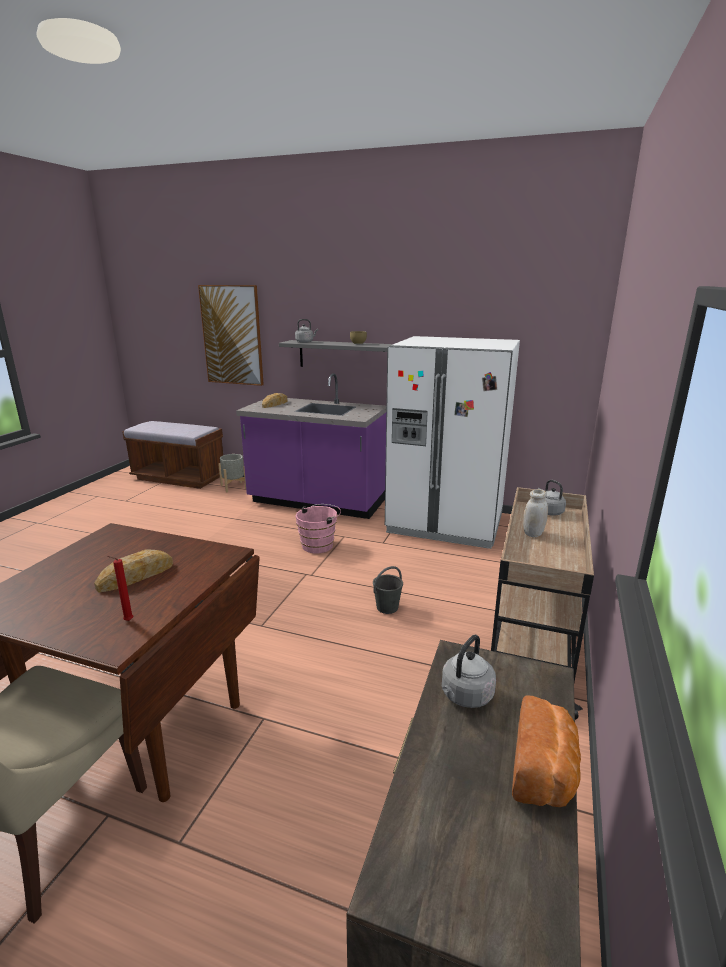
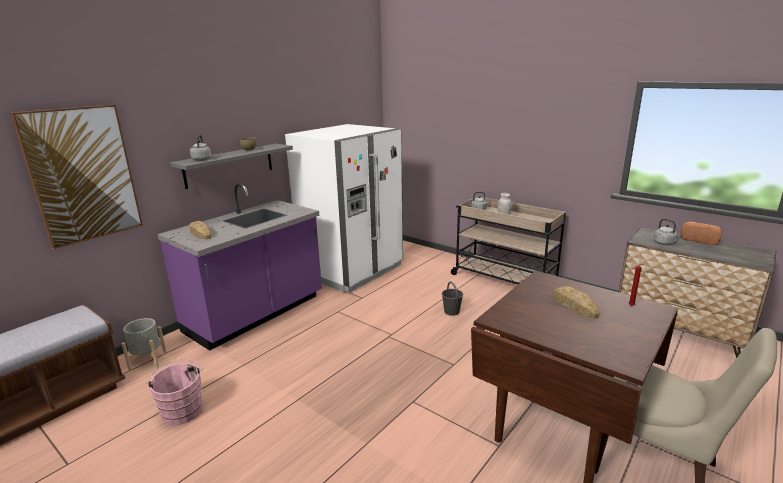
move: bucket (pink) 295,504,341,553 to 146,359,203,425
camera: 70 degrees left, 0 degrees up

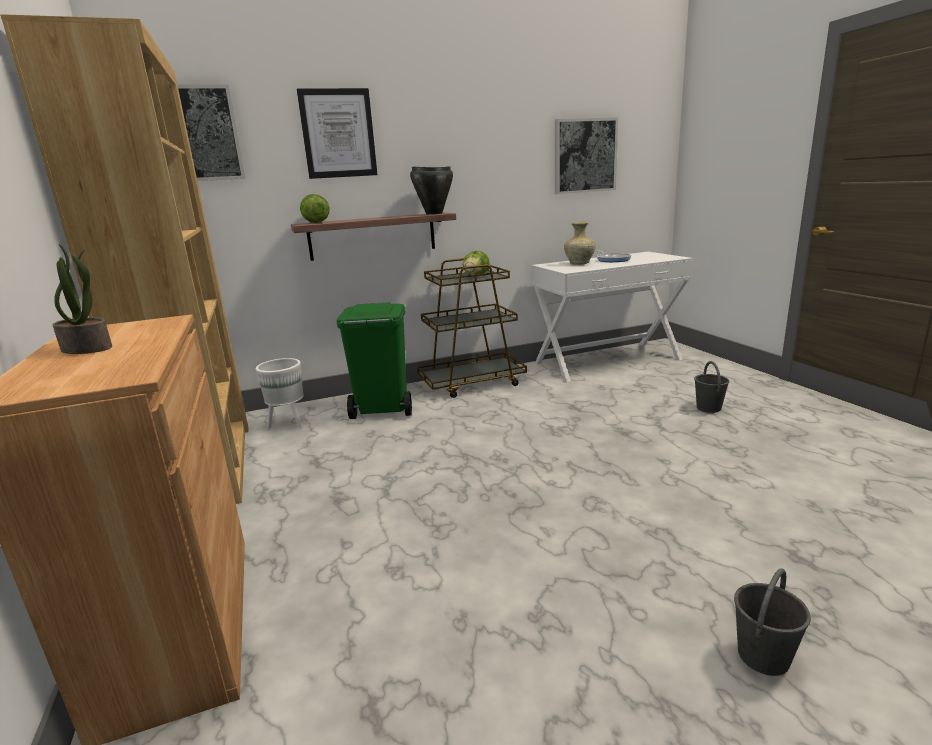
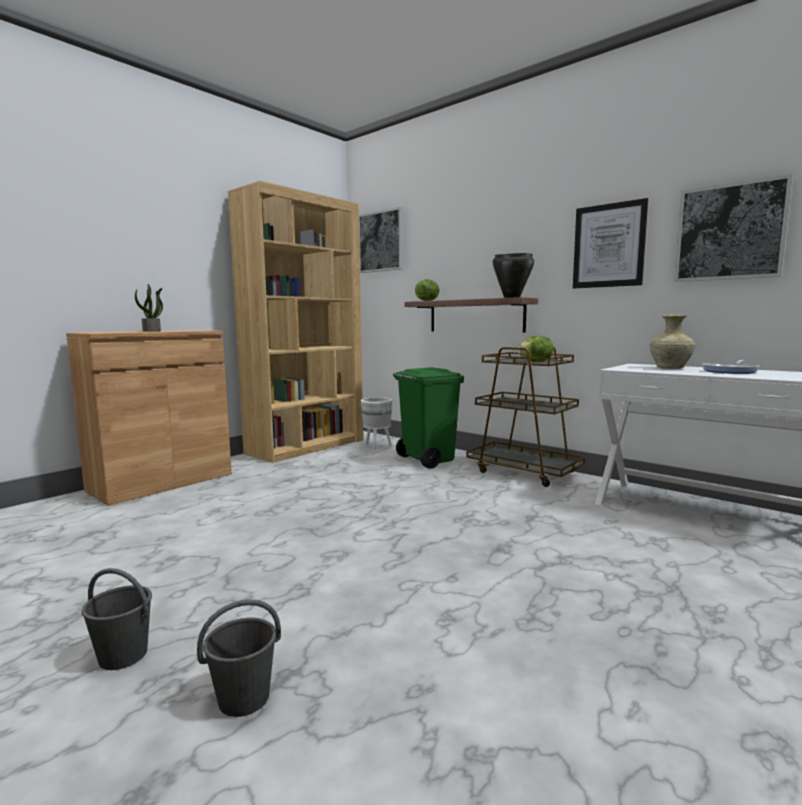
move: picture 297,88,378,179 to 573,198,648,288; bucket (grey) 694,361,729,413 to 197,599,281,717
camera: 60 degrees right, 10 degrees down

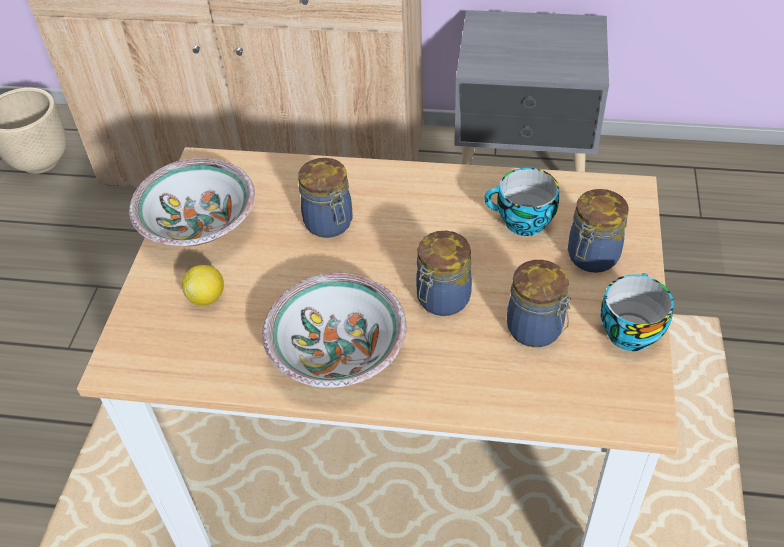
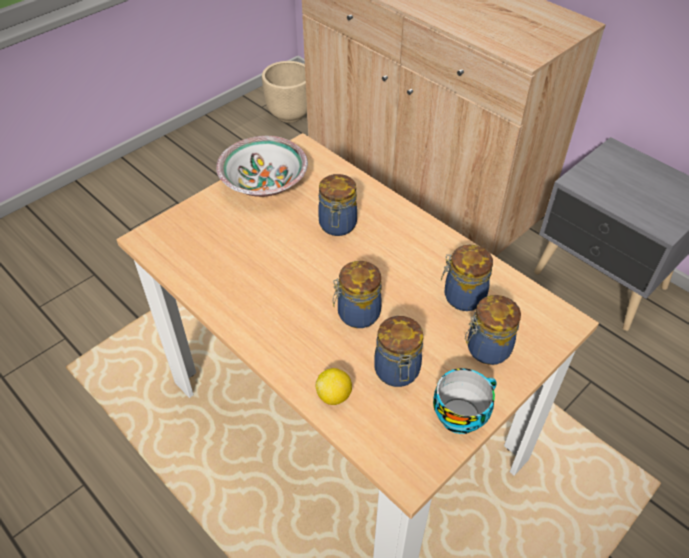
delete: bowl 262,272,407,388
move: lemon 182,265,224,306 to 315,368,352,405
replace: cup 484,168,559,236 to jar 441,245,493,311
camera: 35 degrees right, 0 degrees up

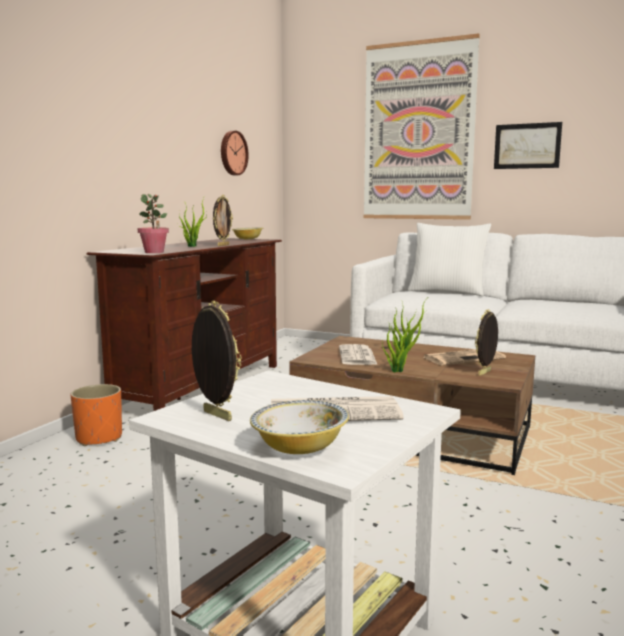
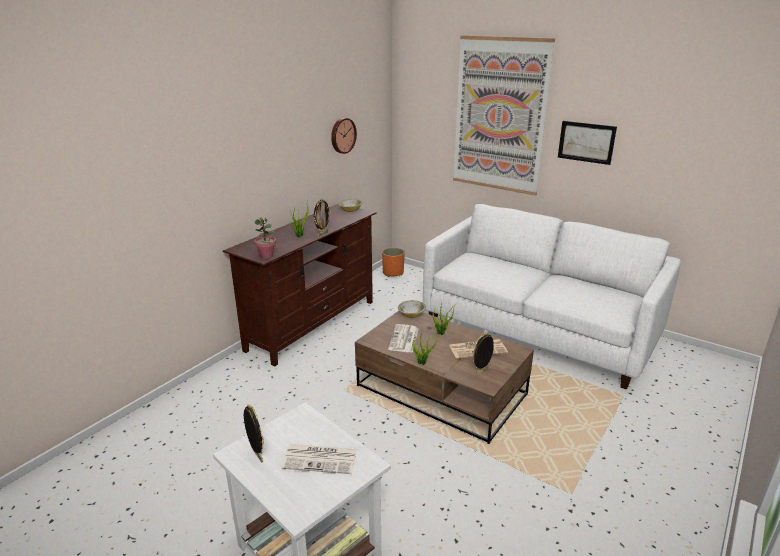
delete: pillow (white) 408,223,491,296
move: planter (orange) 70,384,122,446 to 382,247,405,277; bowl 250,400,349,454 to 398,300,426,318
camera: 10 degrees right, 15 degrees up

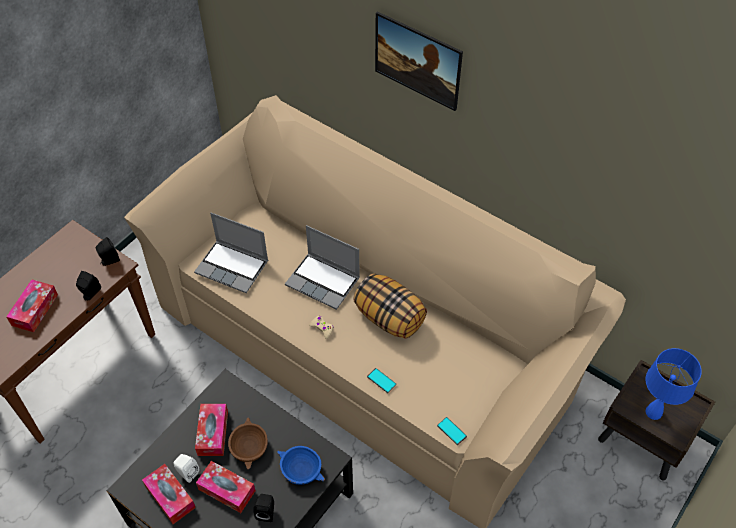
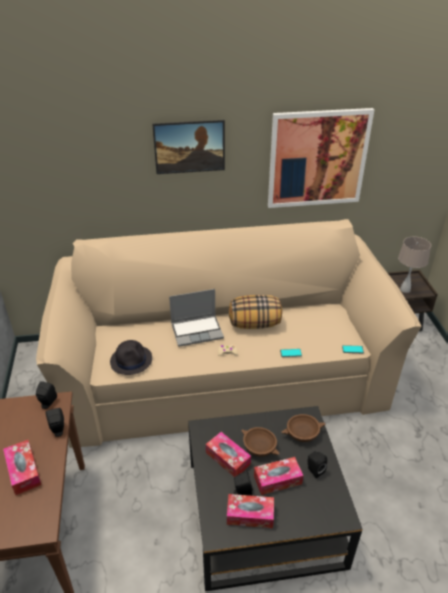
insert: picture 268,108,374,208
replace: laptop 194,213,268,293 to hat (black) 110,340,152,375
recolor: speaker (white) 174,454,199,483 to speaker (black) 233,471,253,496; bowl (blue) 277,446,325,485 to bowl (brown) 281,414,326,442; table lamp (blue) 645,348,702,420 to table lamp (beige) 398,237,431,293
camera: 45 degrees left, 15 degrees down

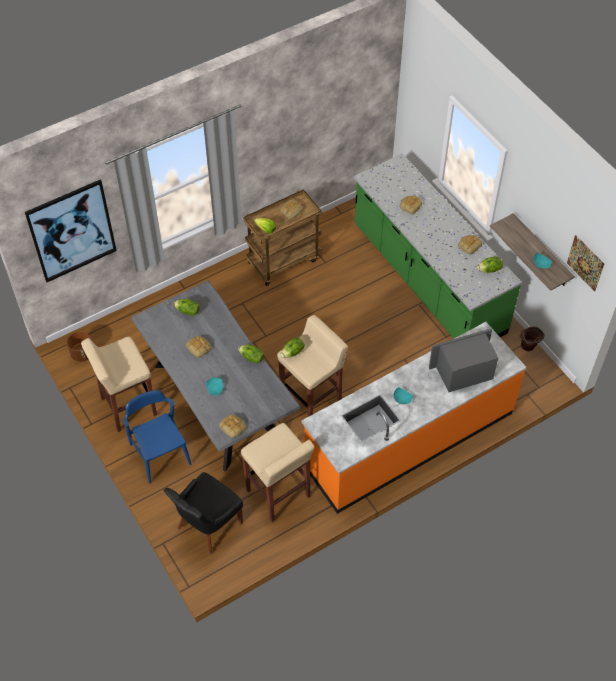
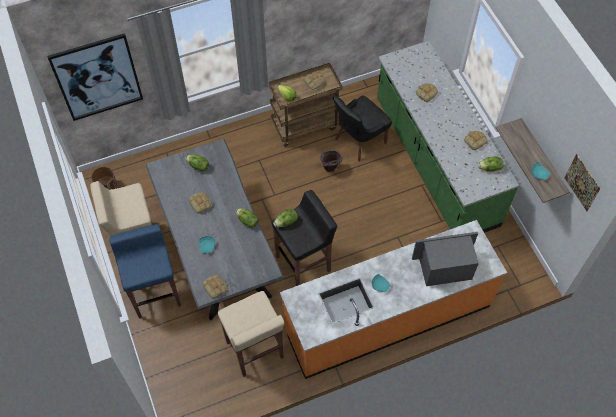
move: chair (black) 163,472,243,554 to 333,96,392,161; bucket (brown) 520,326,545,351 to 320,150,343,172
replace: chair (blue) 123,390,191,483 to stool (blue) 109,224,181,319
recolor: stool (beige) 277,315,348,417 to stool (black) 272,190,337,286
camera: 10 degrees right, 5 degrees up

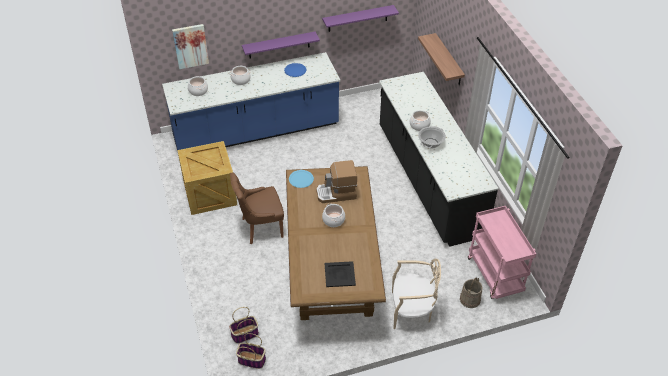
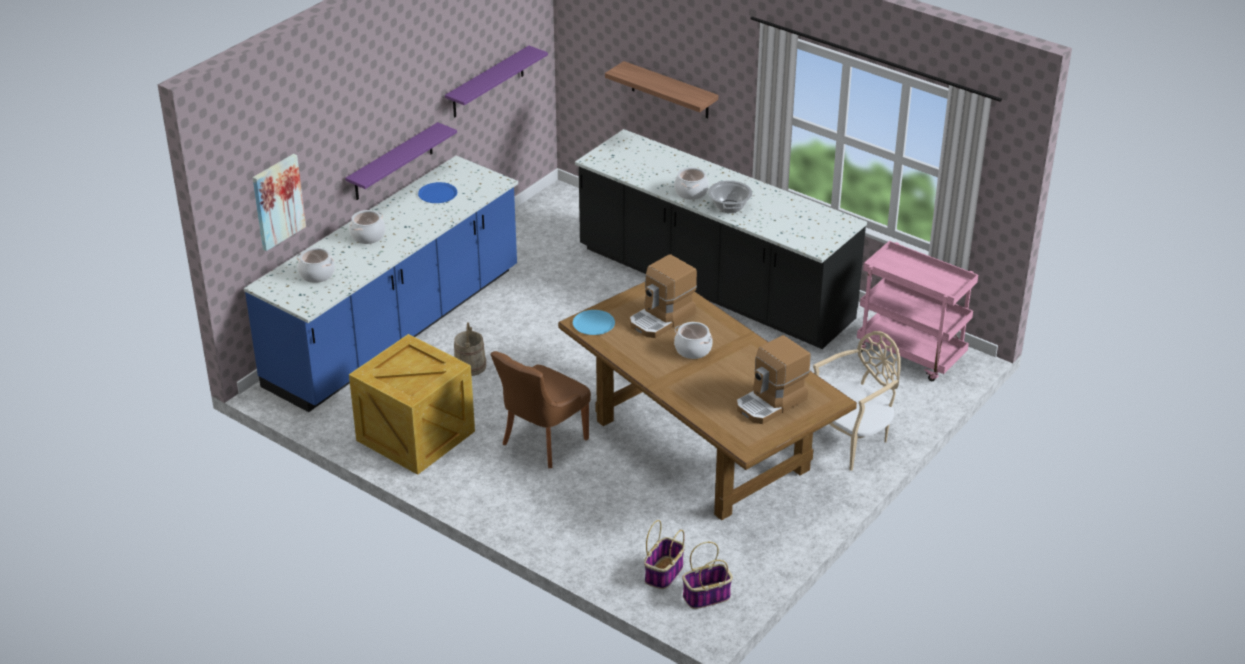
move: bucket (beige) 460,277,482,308 to 454,322,486,376
replace: tray (black) 324,261,356,287 to coffee machine 736,335,811,424
camera: 35 degrees left, 10 degrees down

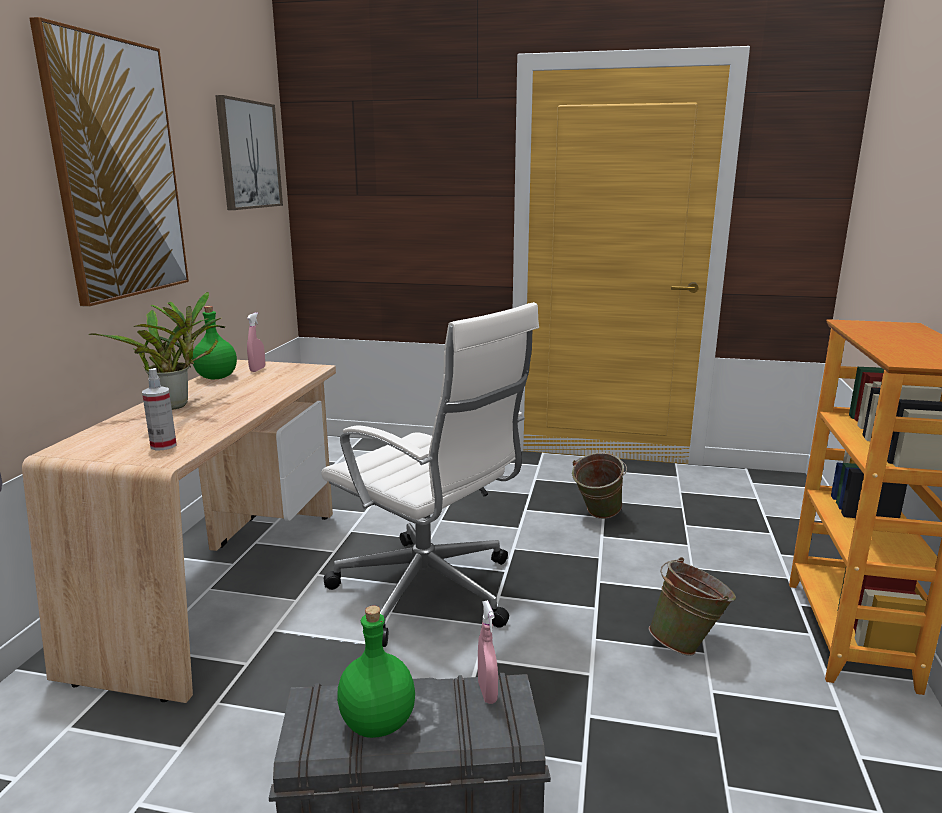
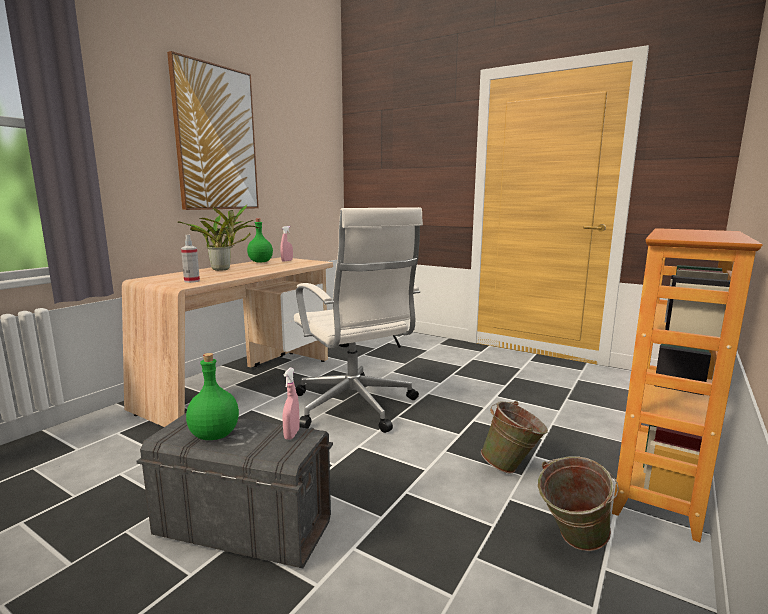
delete: picture 215,95,283,210
move: bucket (green) 572,453,627,519 to 538,456,619,551
camera: 20 degrees right, 5 degrees down

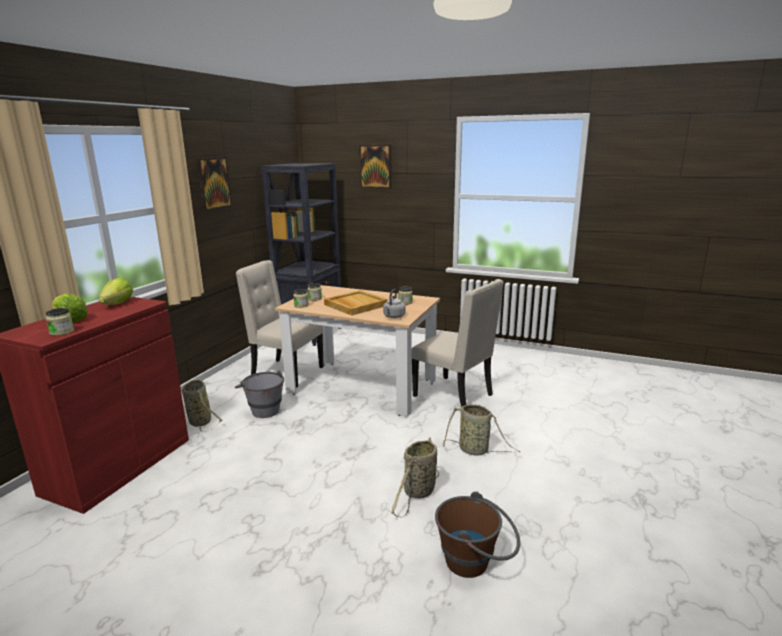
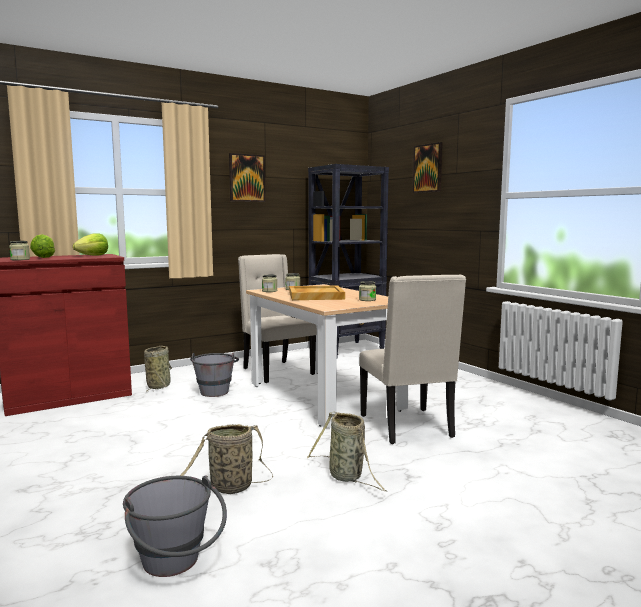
delete: kettle (grey) 383,289,406,318
recolor: bucket (brown) 435,491,520,578 to bucket (grey) 123,476,227,577
camera: 35 degrees right, 10 degrees down

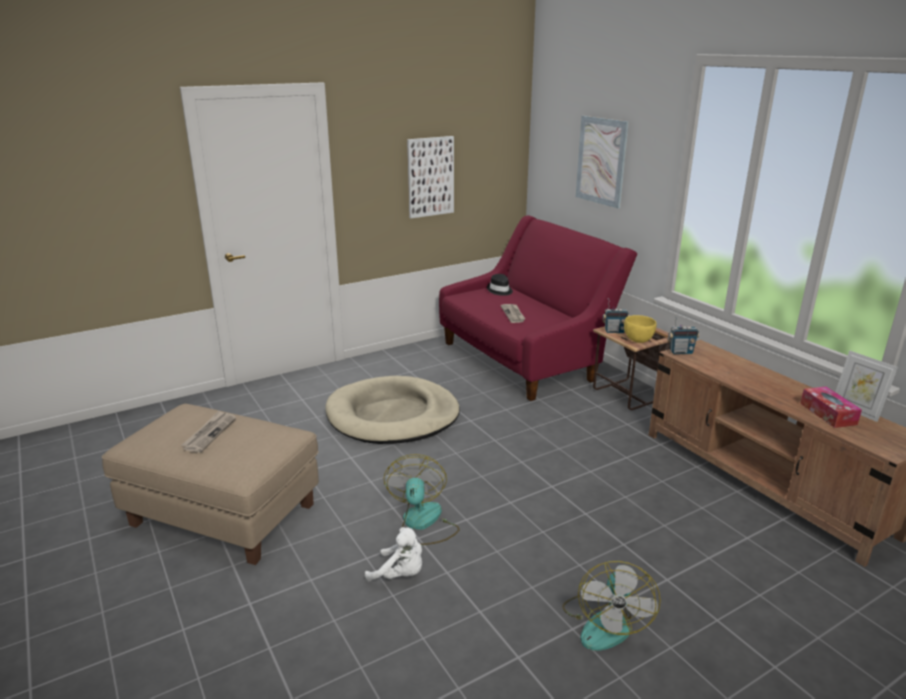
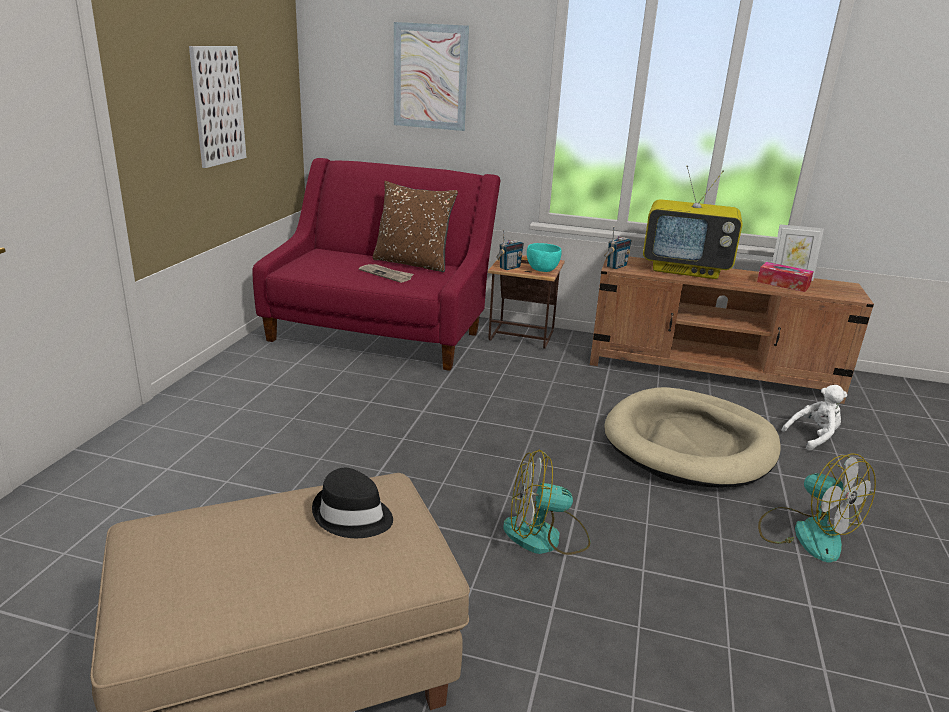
delete: newspaper 181,411,236,453
insert: pillow (brown) 372,181,458,272; television 643,165,742,279
move: dog bed (beige) 325,376,460,444 to 604,387,781,488; plush toy (white) 365,527,422,581 to 781,385,847,451; hat (black) 487,274,513,296 to 312,468,393,538
recolor: bowl (yellow) 624,315,657,343 to bowl (turquoise) 527,243,562,272
rotate: fan 384,454,459,545 = 503,450,590,555 45 degrees counterclockwise
camera: 45 degrees left, 0 degrees up

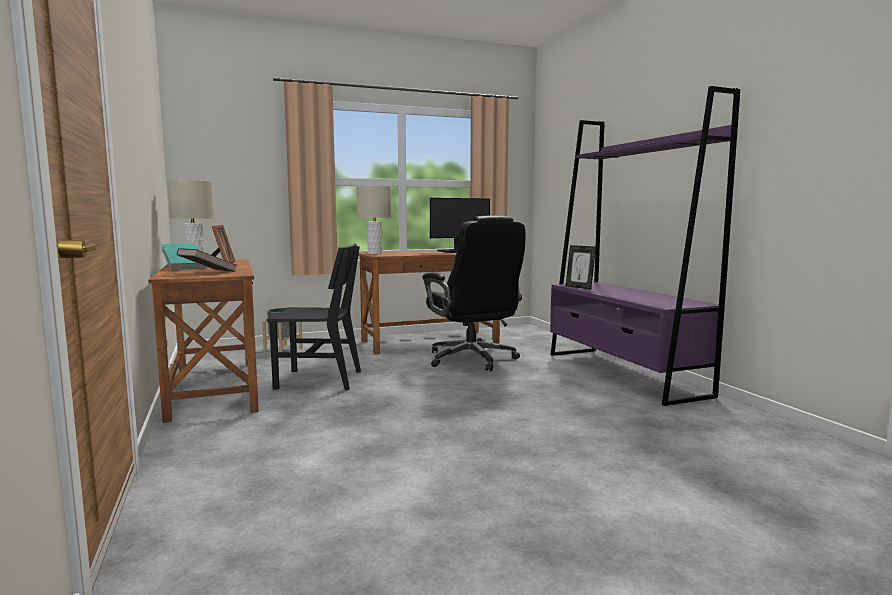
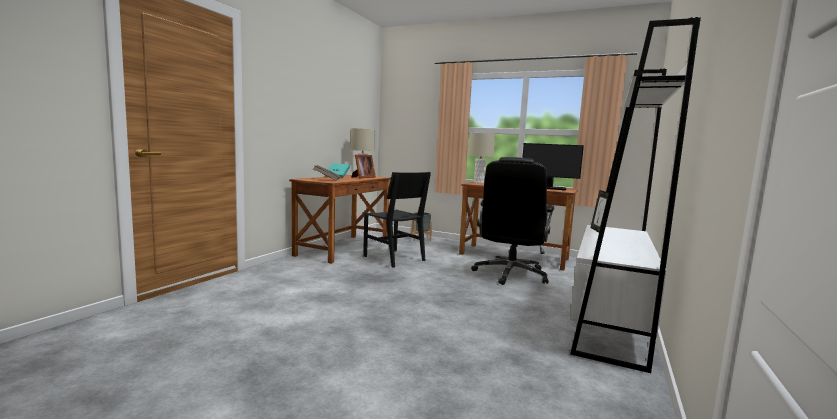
recolor: bookcase (purple) 550,86,740,406 to bookcase (white) 570,17,701,373
camera: 45 degrees right, 0 degrees up

